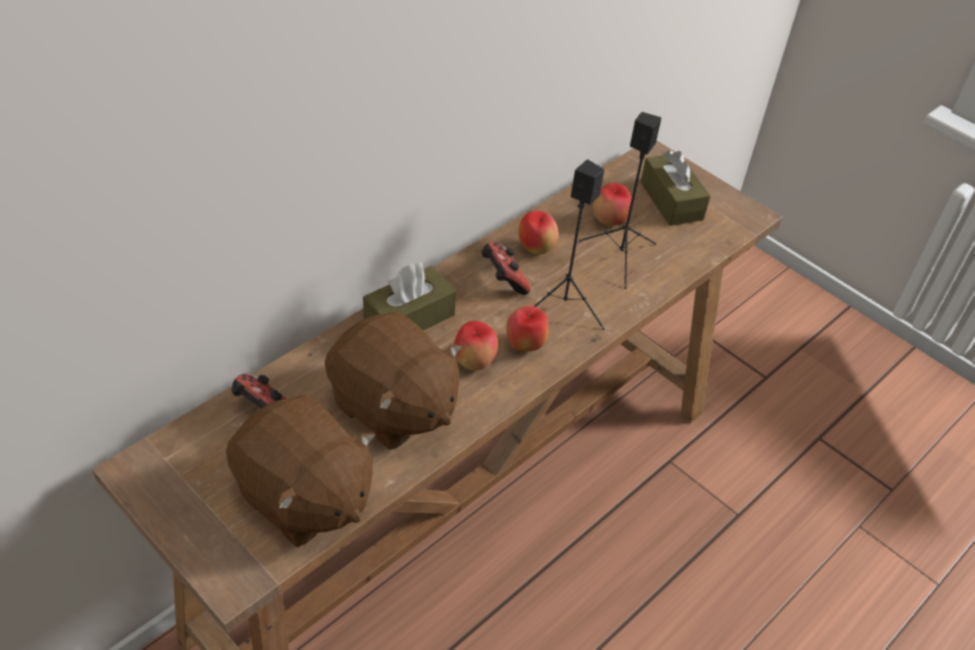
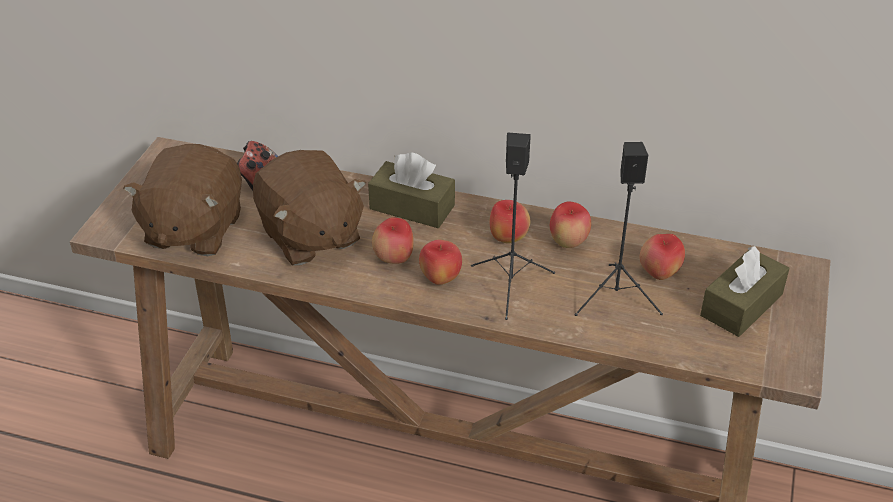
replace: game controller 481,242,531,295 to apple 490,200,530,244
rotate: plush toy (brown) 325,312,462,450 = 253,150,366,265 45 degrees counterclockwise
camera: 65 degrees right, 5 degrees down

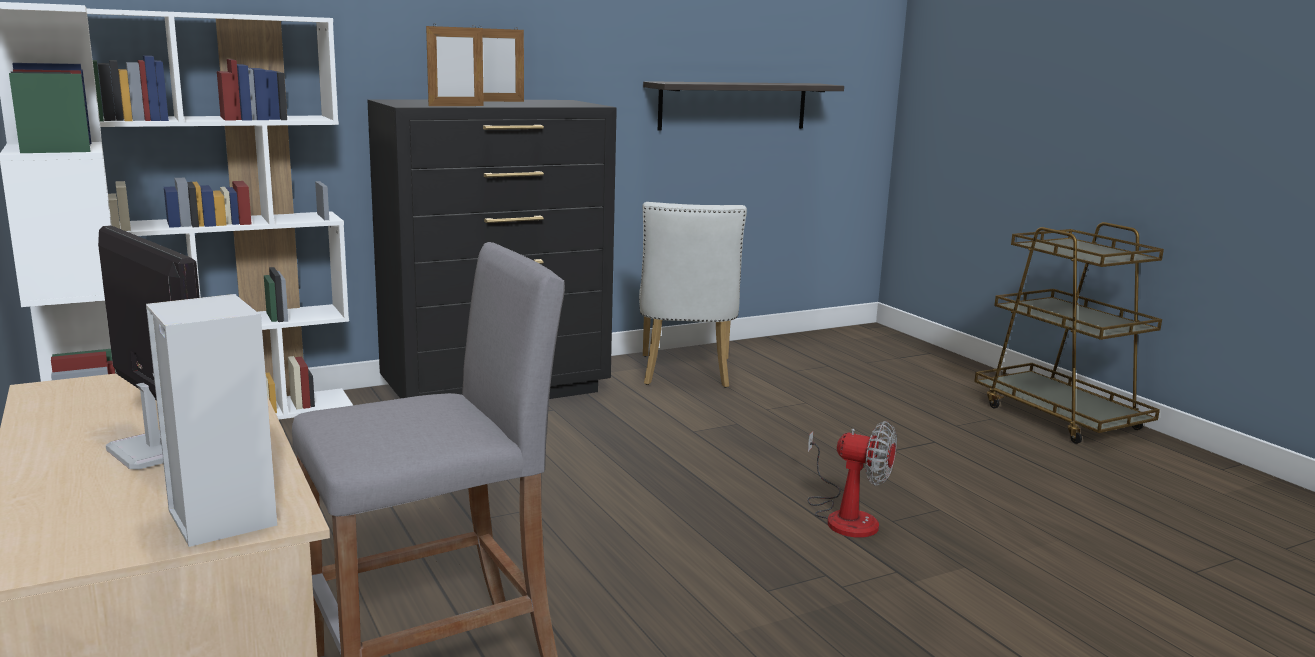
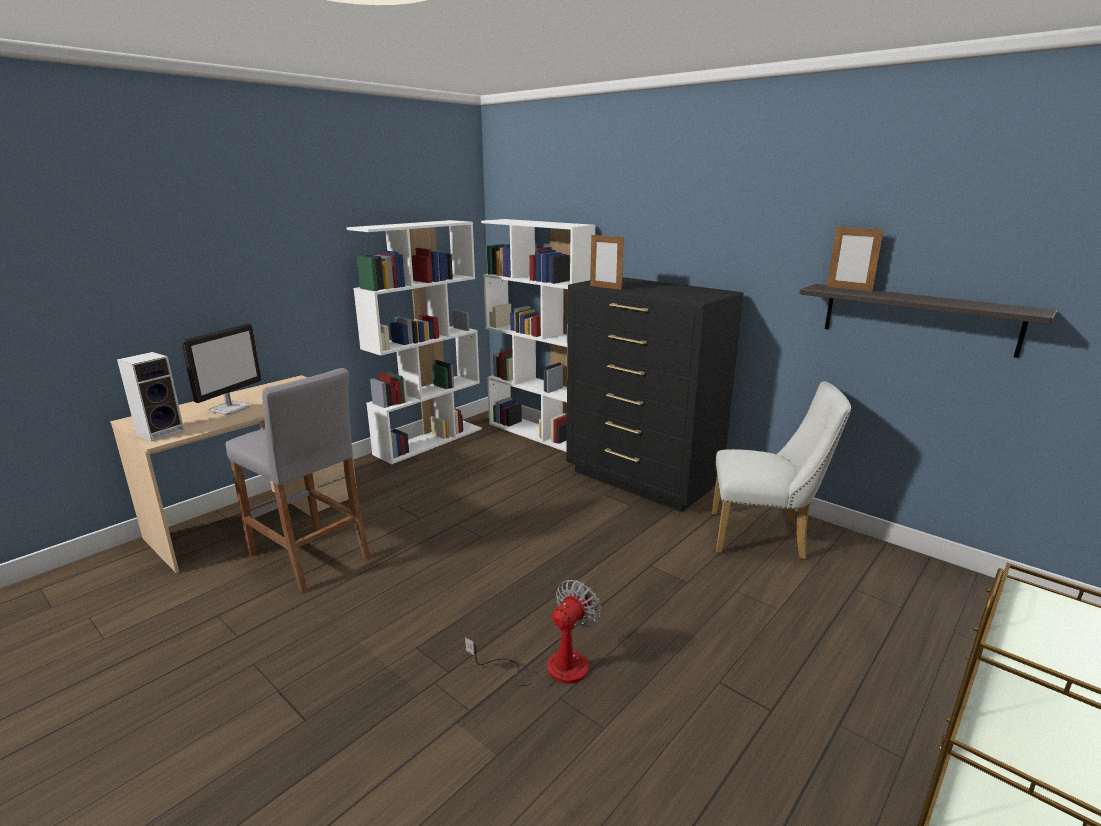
move: picture frame 478,26,524,102 to 827,226,884,292
rotate: chair (white) 639,202,747,388 = 712,381,851,559 150 degrees counterclockwise; fan 807,421,897,538 = 465,580,601,687 150 degrees counterclockwise
camera: 70 degrees right, 5 degrees up

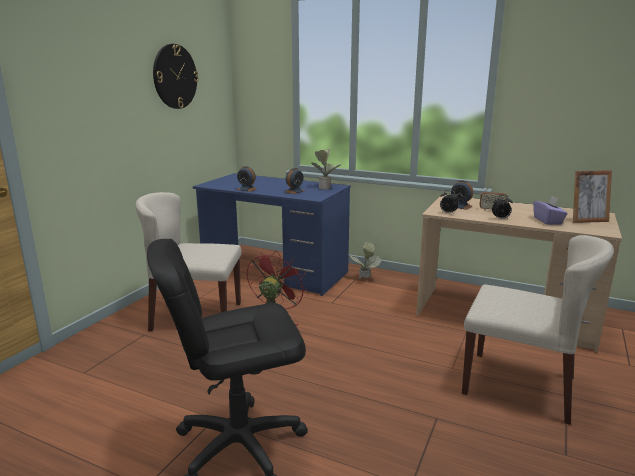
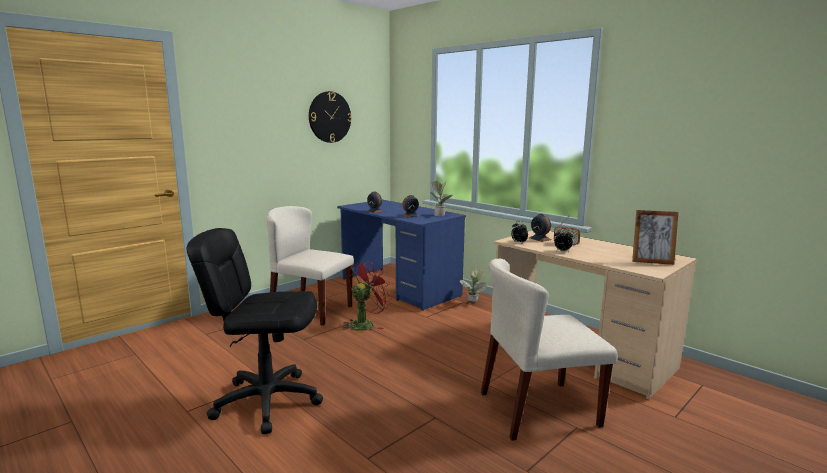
delete: tissue box (purple) 533,196,568,225
rotate: chair (beige) 462,235,614,425 = 481,258,617,441 120 degrees clockwise
camera: 20 degrees right, 5 degrees down

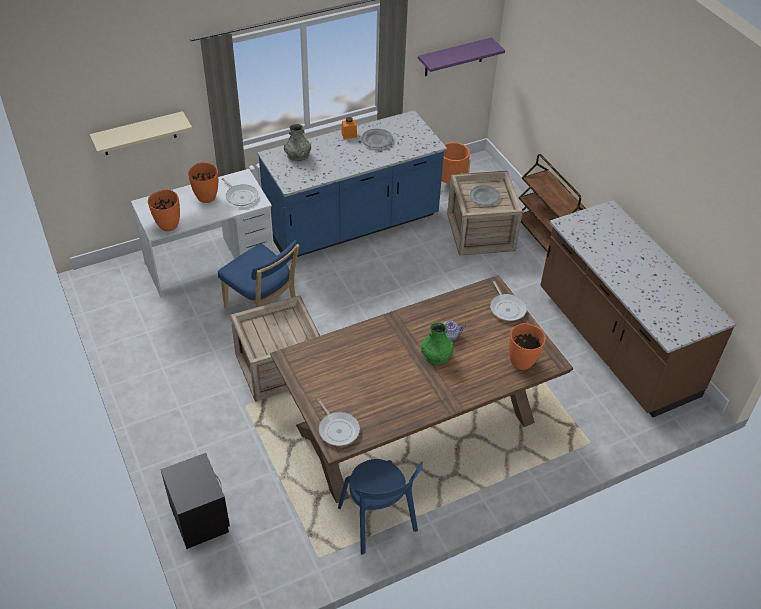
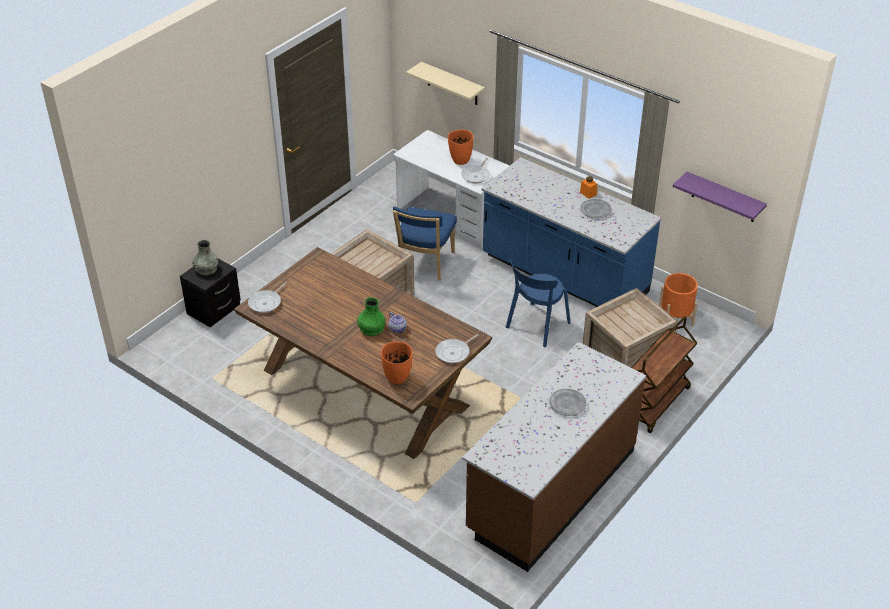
delete: vase (orange) 148,190,180,231
move: vase (grey) 284,124,311,161 to 192,240,218,275; chair (blue) 338,459,423,555 to 506,259,570,347; plate (grey) 469,185,501,206 to 549,389,587,416
camera: 65 degrees right, 5 degrees down

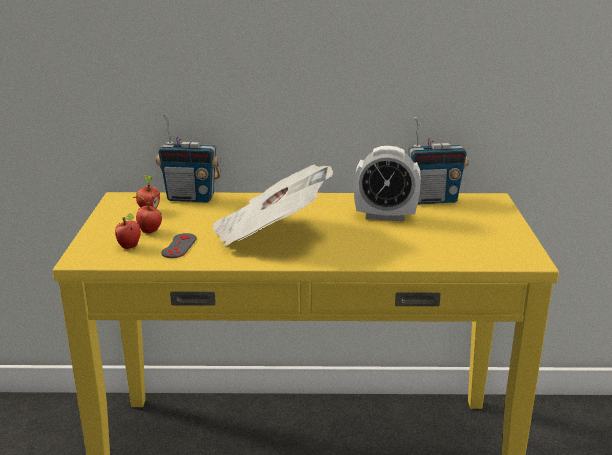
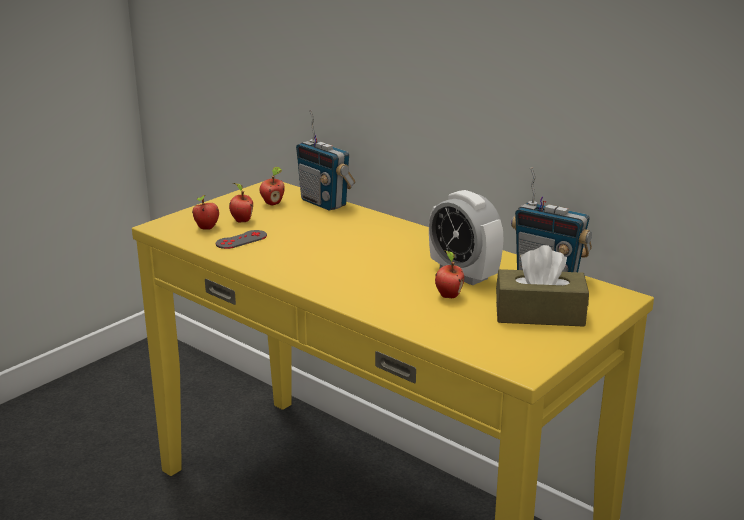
delete: newspaper 212,165,333,246
insert: apple 435,250,464,298; tissue box (brown) 496,245,589,327
camera: 40 degrees right, 0 degrees up

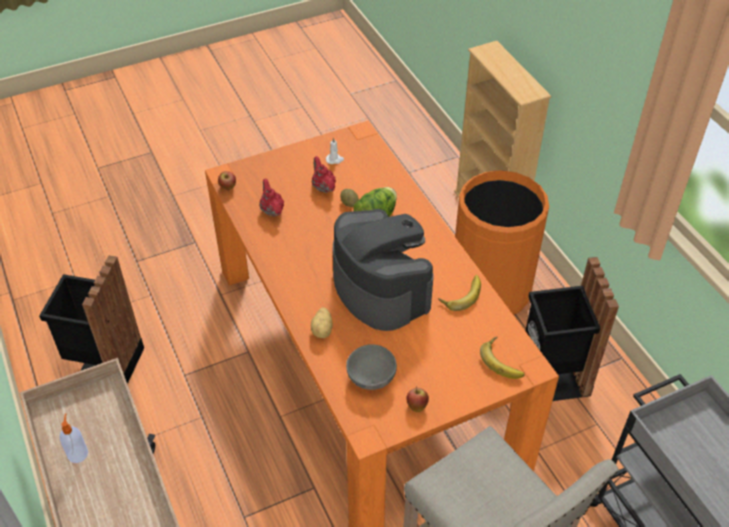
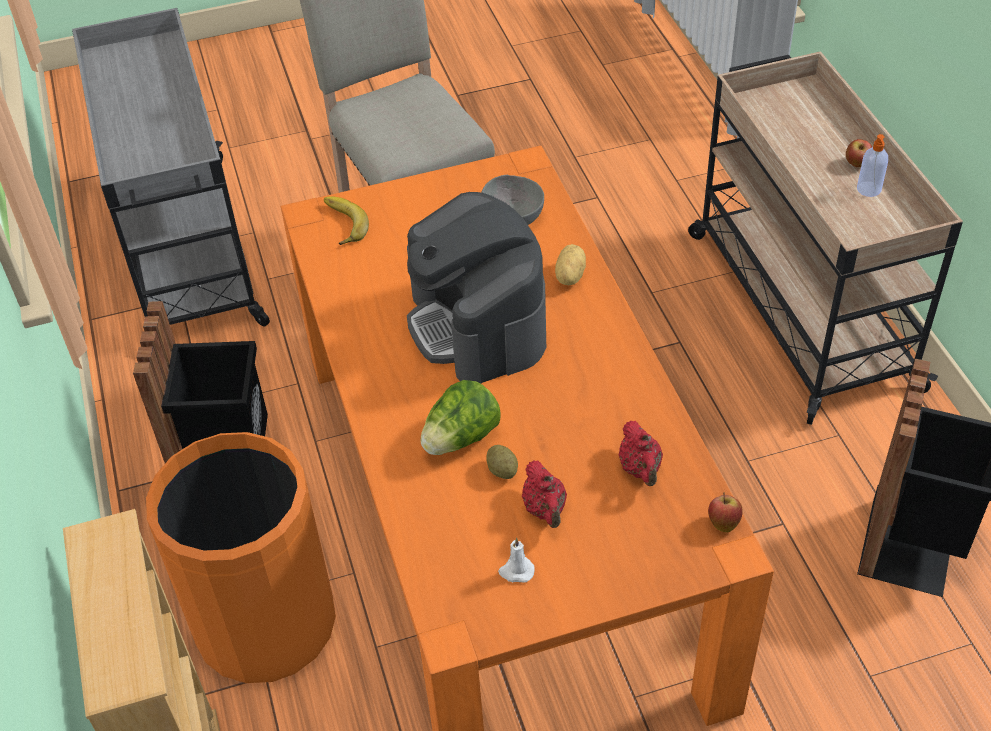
delete: banana 438,275,481,311
move: apple 406,386,429,412 to 846,139,872,167
camera: 170 degrees left, 0 degrees up

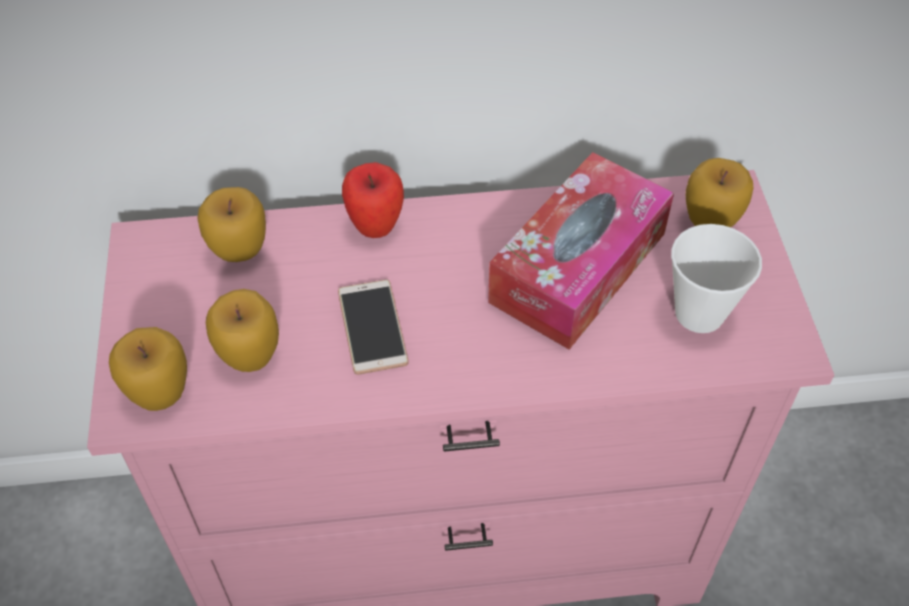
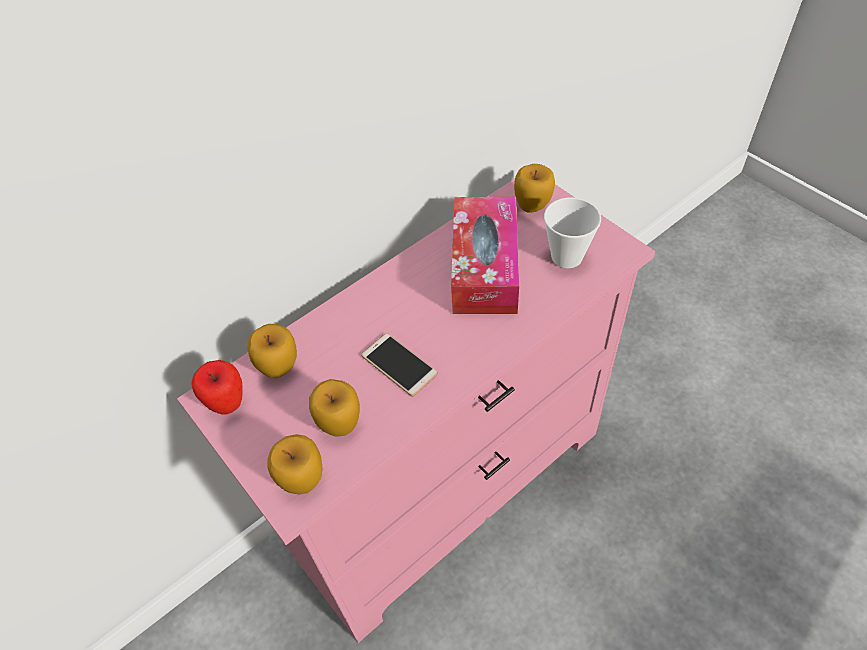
move: apple 342,162,404,238 to 192,360,243,415
camera: 30 degrees left, 0 degrees up

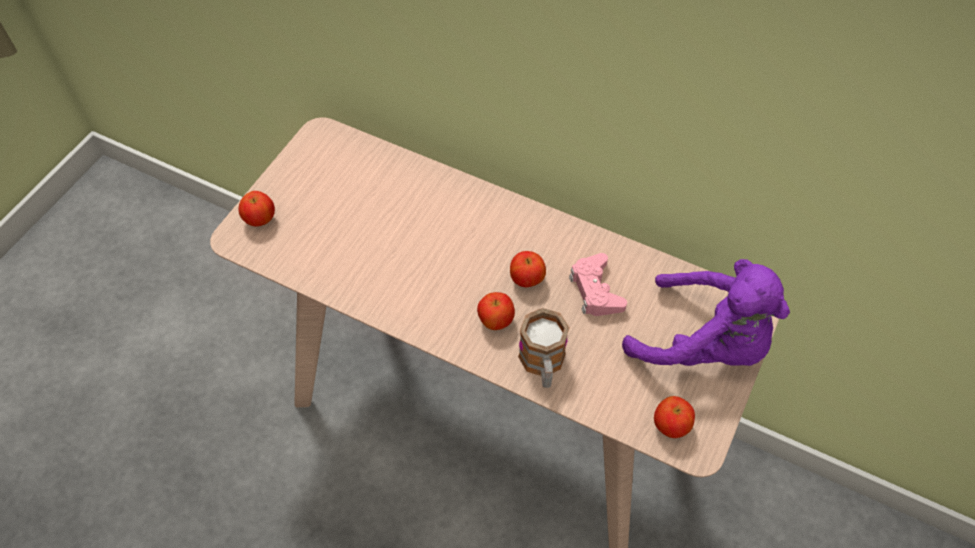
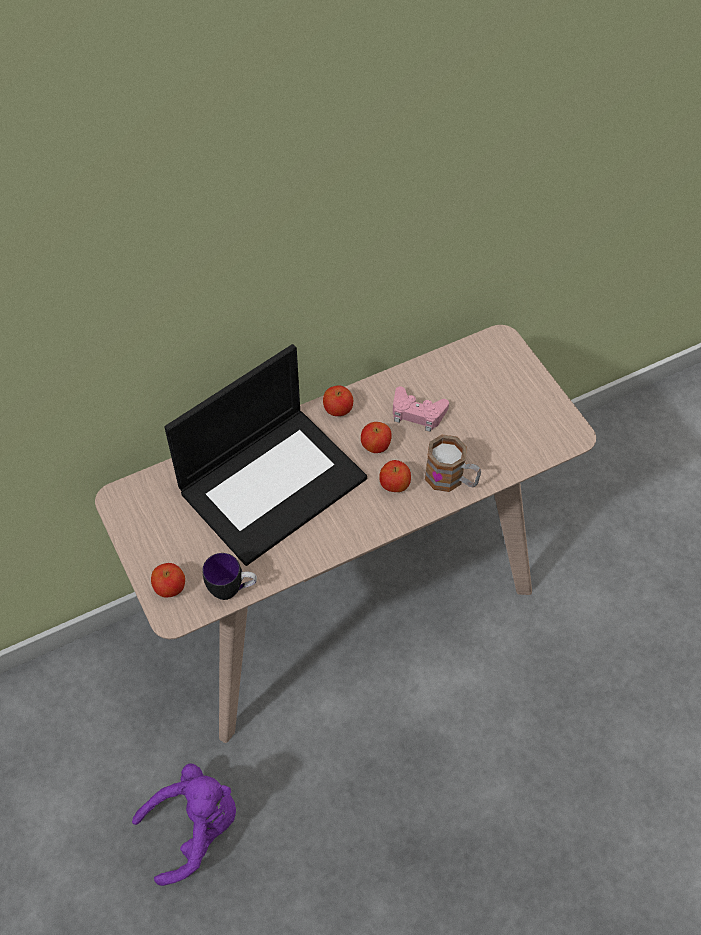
insert: laptop 164,344,367,566; mug 202,553,257,600
move: plush toy (purple) 622,259,790,366 to 132,764,236,886; apple 654,396,695,438 to 323,386,353,416
camera: 55 degrees left, 0 degrees up

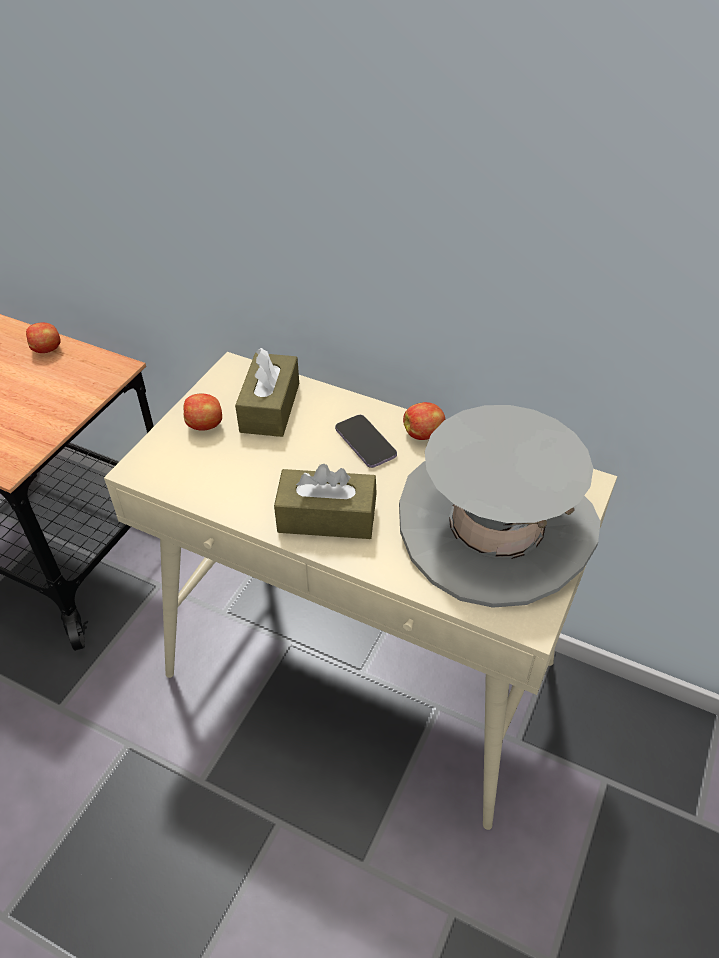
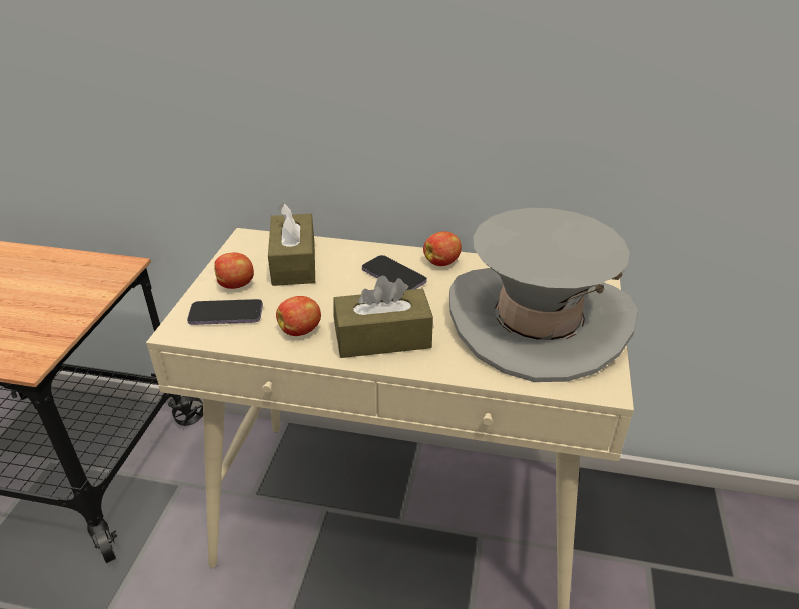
insert: phone 187,299,263,325
move: apple 26,322,61,353 to 276,296,321,336
camera: 15 degrees left, 10 degrees down

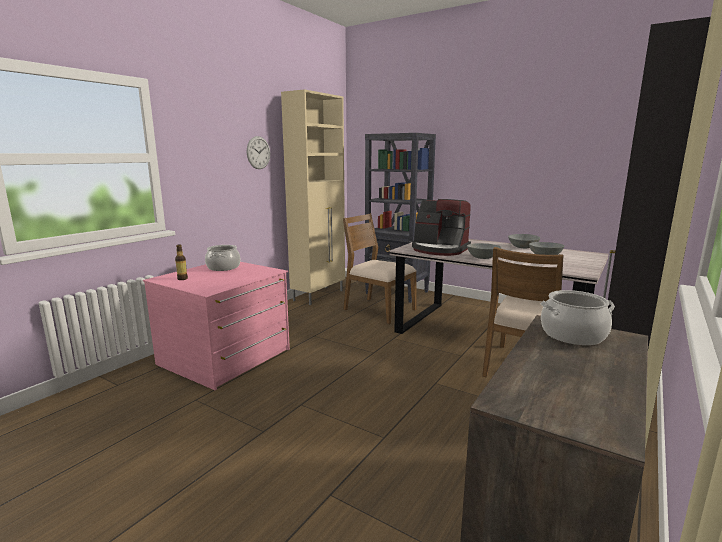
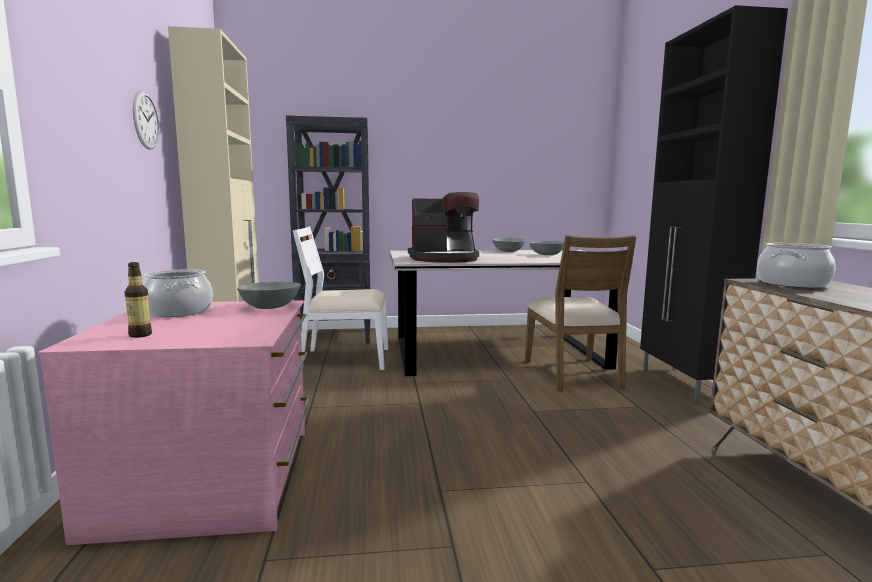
move: bowl (grey) 467,243,501,259 to 237,282,301,309
recolor: chair (brown) 343,213,417,324 to chair (white) 293,226,388,370
camera: 40 degrees left, 5 degrees down

